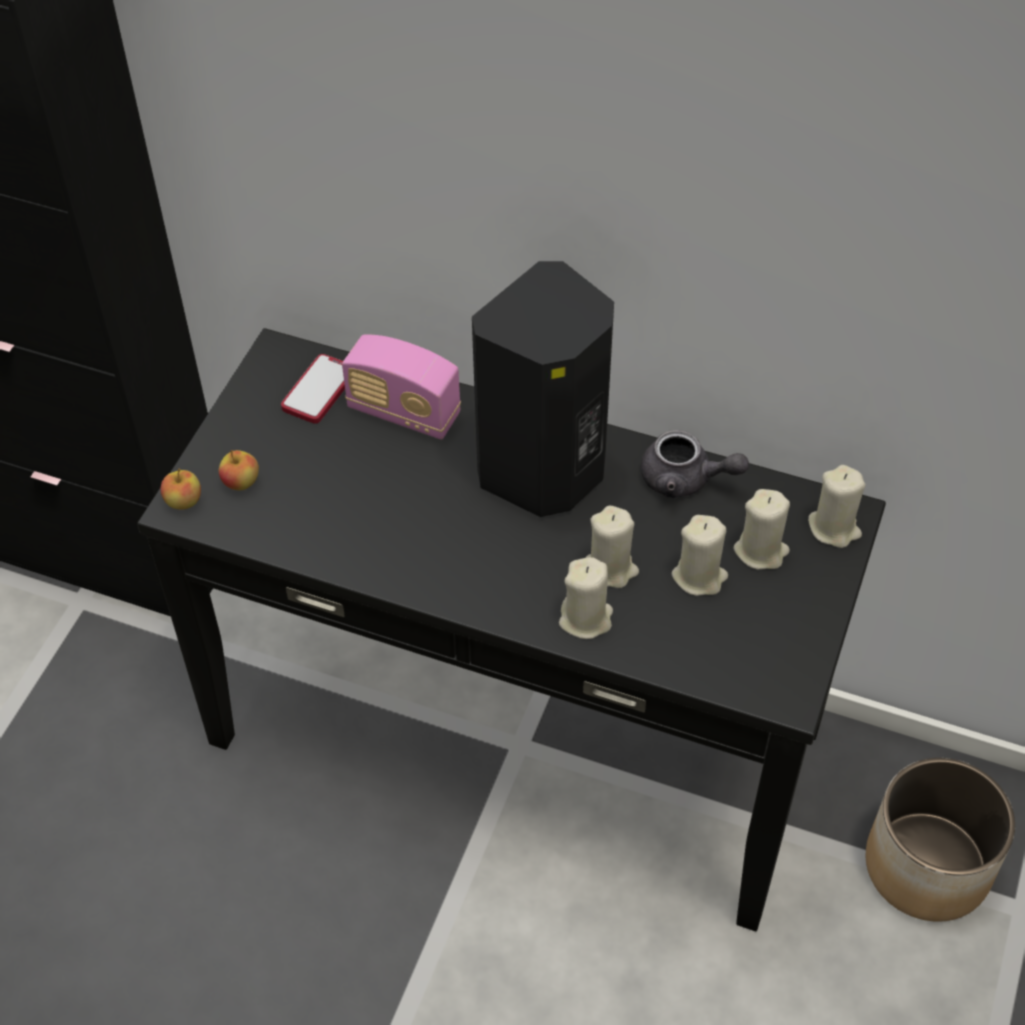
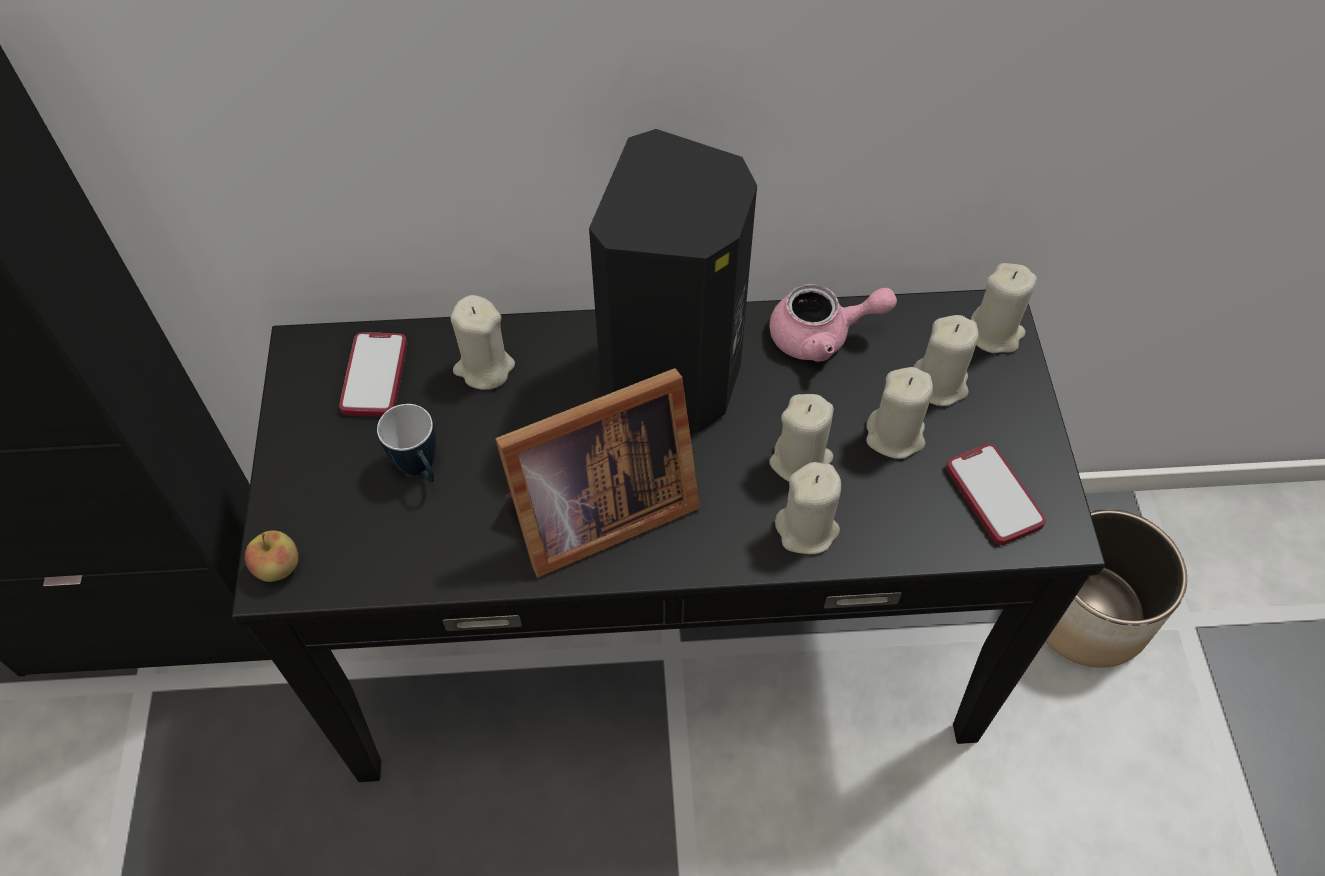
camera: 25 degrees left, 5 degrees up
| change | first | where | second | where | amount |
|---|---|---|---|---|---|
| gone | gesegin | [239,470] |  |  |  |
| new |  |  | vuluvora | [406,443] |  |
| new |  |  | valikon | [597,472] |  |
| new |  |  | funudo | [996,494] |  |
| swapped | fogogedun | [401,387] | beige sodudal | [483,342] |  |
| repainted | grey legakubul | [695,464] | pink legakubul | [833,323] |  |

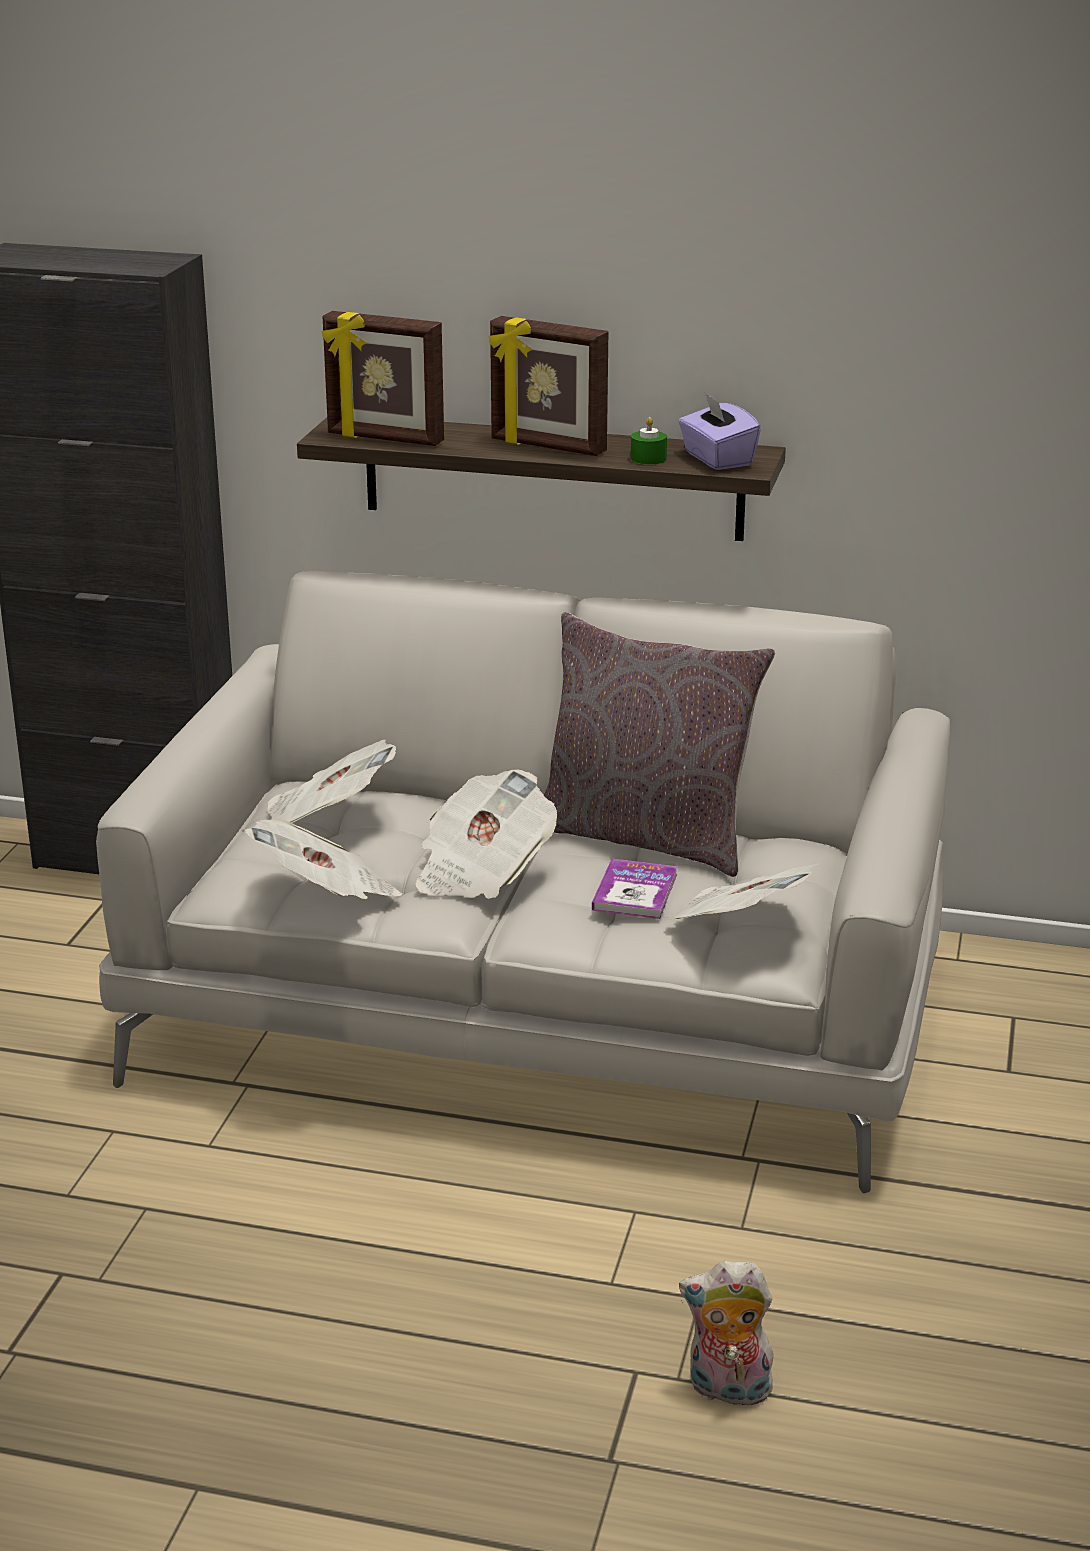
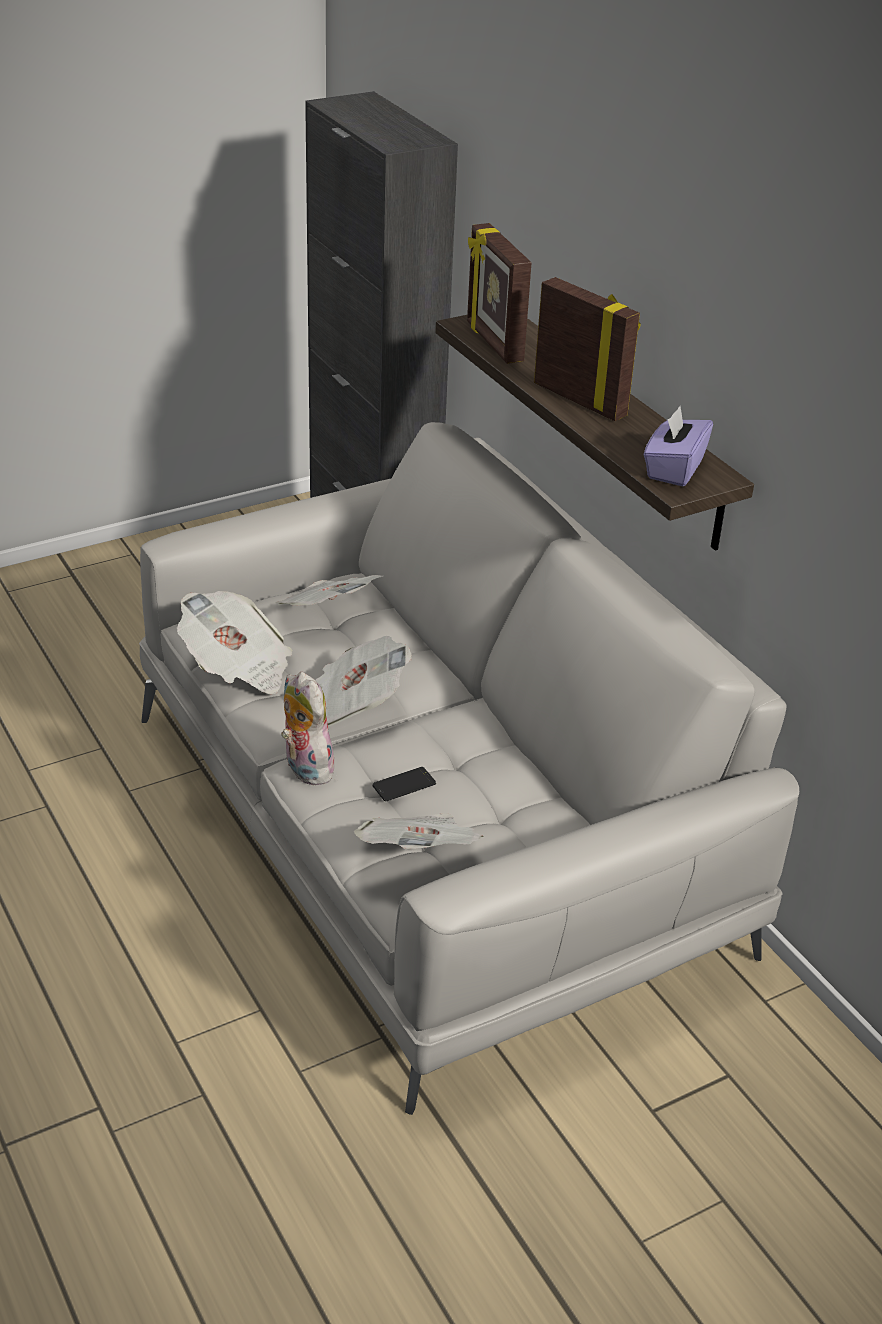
camera: 45 degrees right, 10 degrees up
| change | first | where | second | where | amount |
|---|---|---|---|---|---|
| gone | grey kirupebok | [659,744] |  |  |  |
| gone | green sodudal | [649,441] |  |  |  |
| shifted | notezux | [727,1336] |  | [307,728] |  |
| swapped | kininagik | [635,889] | funudo | [404,784] |  |
| rotated | valikon | [548,386] |  | [587,349] | 150 degrees clockwise |

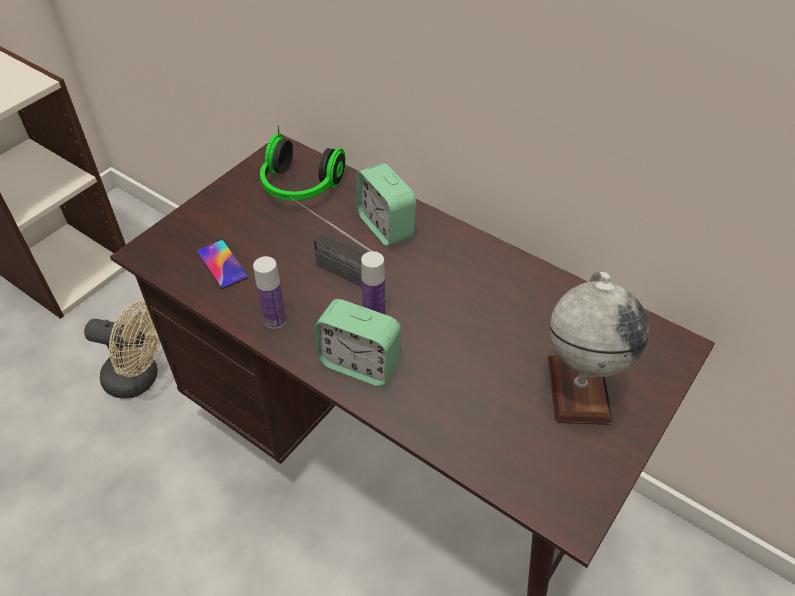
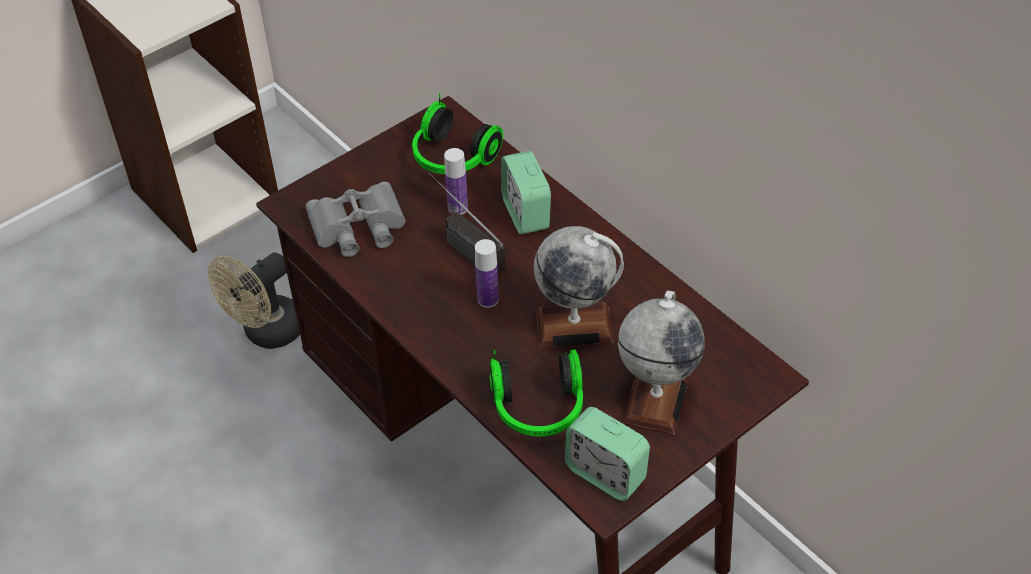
camera: 15 degrees right, 0 degrees up
| change | first | where | second | where | amount |
|---|---|---|---|---|---|
| new |  |  | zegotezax | [536,392] |  |
| new |  |  | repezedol | [579,287] |  |
| shifted | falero | [269,292] |  | [456,181] |  |
| shifted | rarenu | [358,343] |  | [607,454] |  |
| swapped | funudo | [222,264] | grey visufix | [356,219] |  |
| rotated | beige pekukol | [122,350] |  | [254,300] | 105 degrees clockwise |

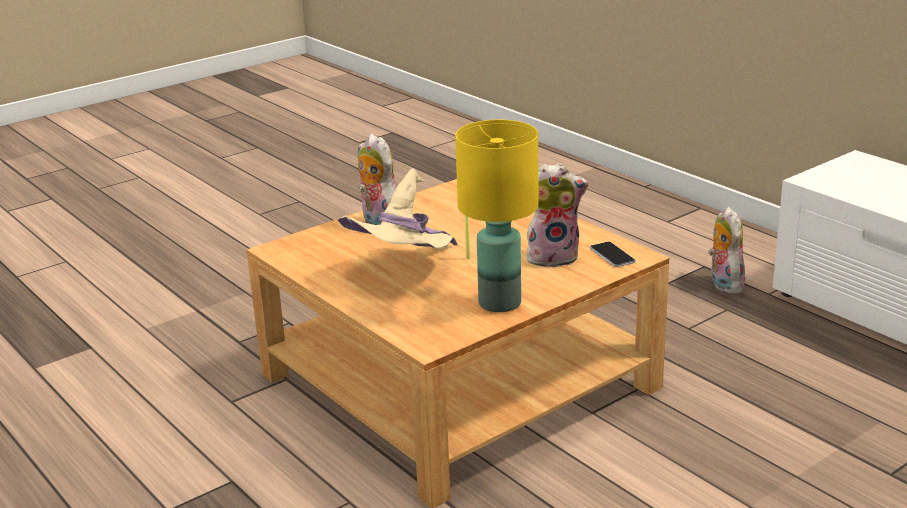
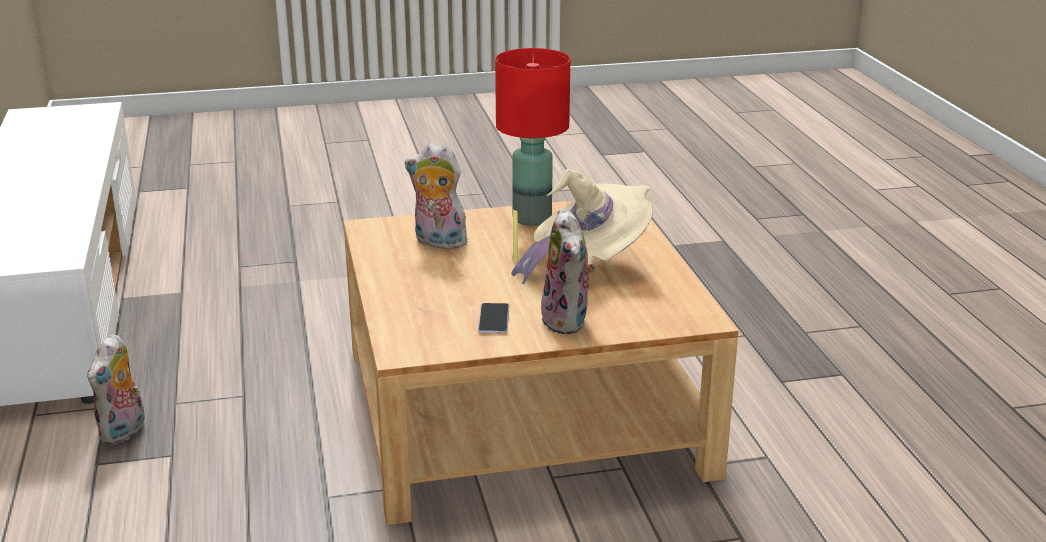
camera: 155 degrees left, 0 degrees up
| change | first | where | second | where | amount |
|---|---|---|---|---|---|
| shifted | funudo | [613,254] |  | [493,318] |  |
| repainted | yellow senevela | [496,216] | red senevela | [532,137] |  |

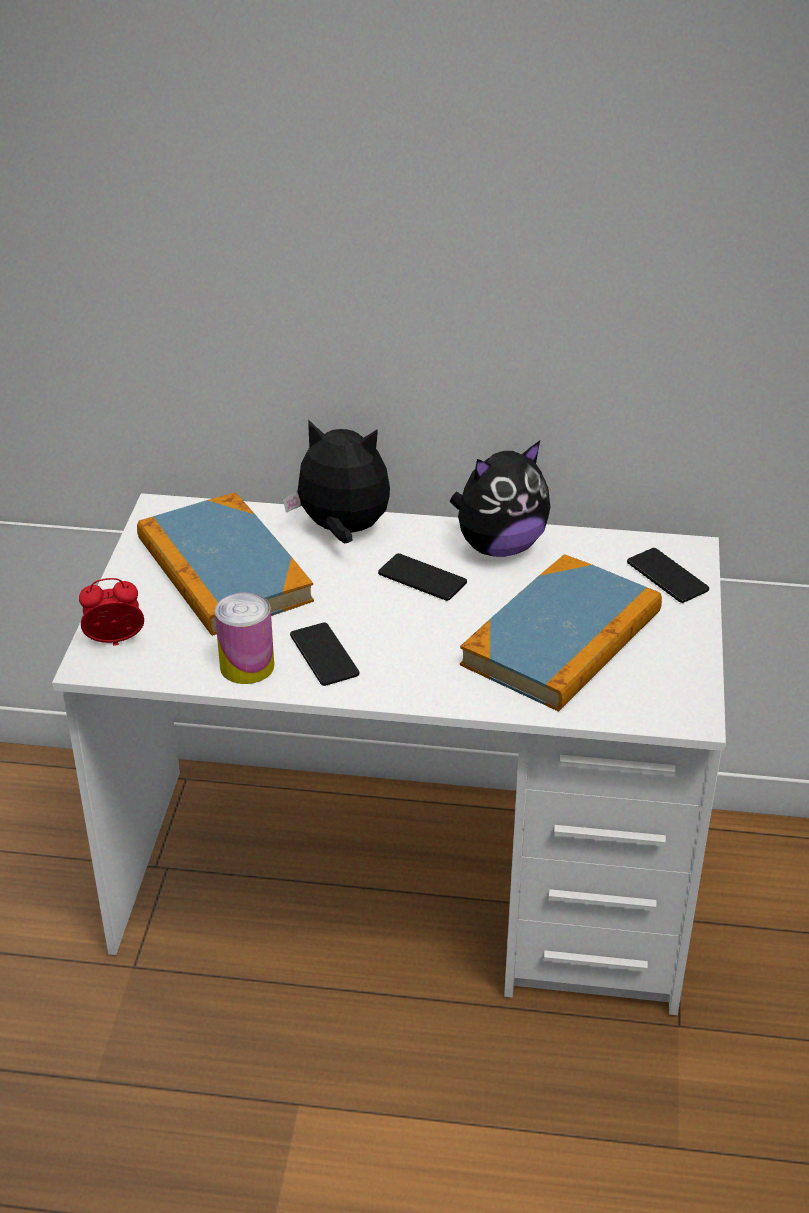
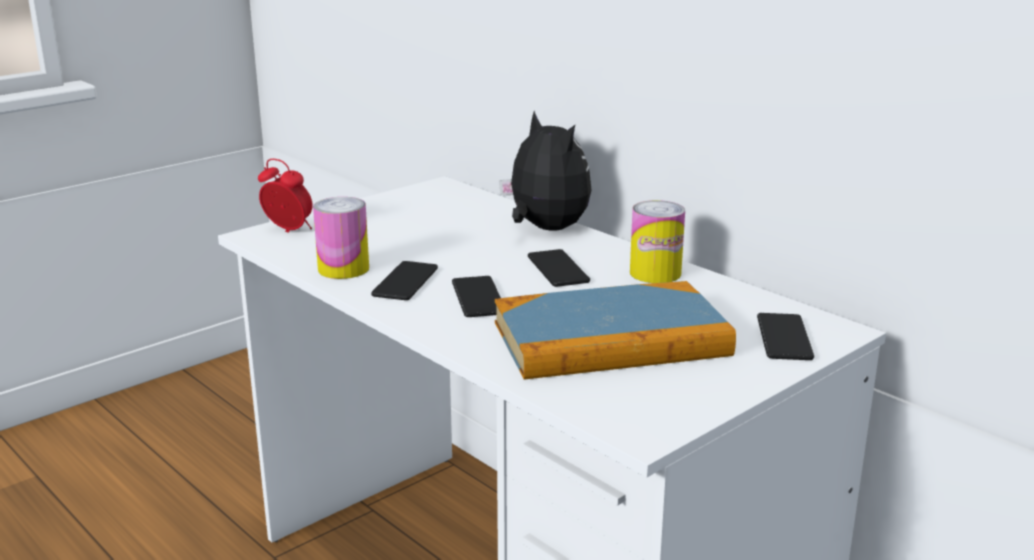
camera: 40 degrees right, 15 degrees down
| change | first | where | second | where | amount |
|---|---|---|---|---|---|
| gone | kininagik | [225,564] |  |  |  |
| new |  |  | funudo | [476,296] |  |
| swapped | notezux | [500,499] | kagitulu | [657,241] |  |

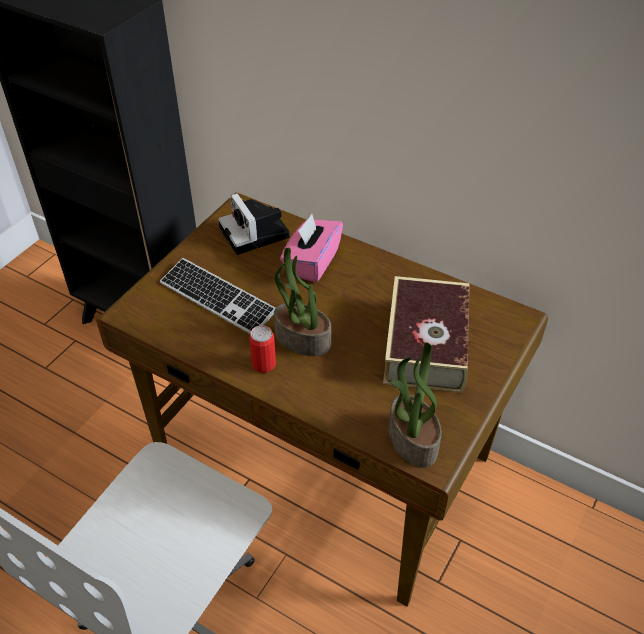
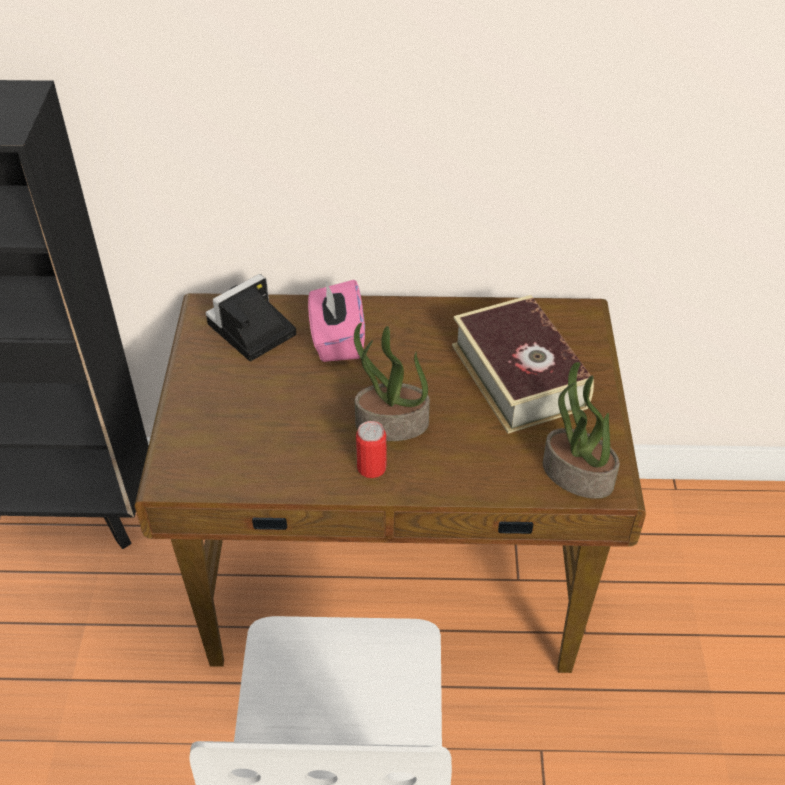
camera: 30 degrees left, 0 degrees up
| change | first | where | second | where | amount |
|---|---|---|---|---|---|
| gone | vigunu | [217,296] |  |  |  |
| rotated | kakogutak | [254,224] |  | [251,317] | 105 degrees clockwise |

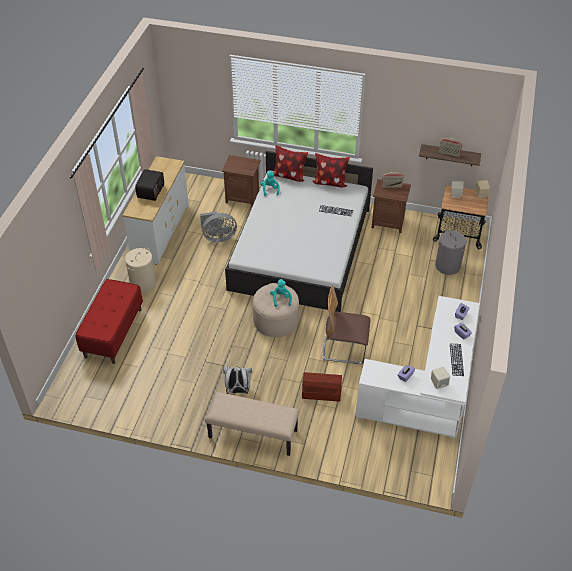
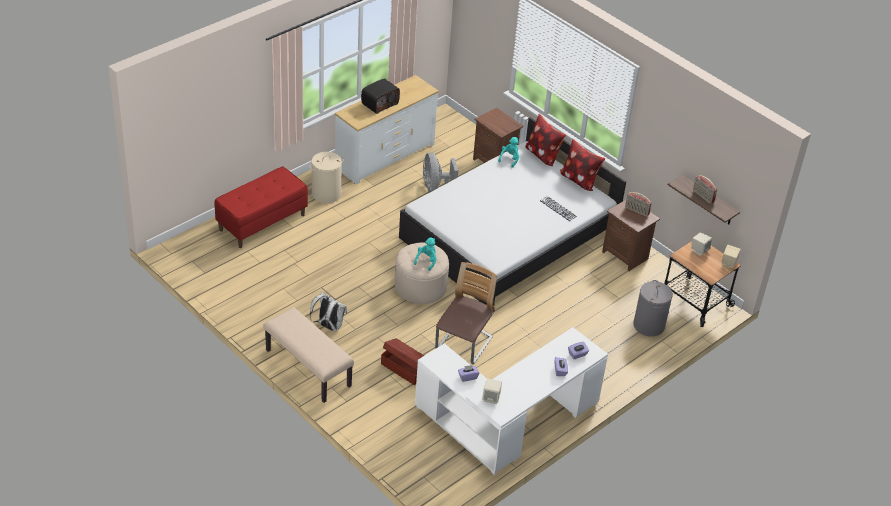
camera: 30 degrees right, 5 degrees down
| change | first | where | second | where | amount |
|---|---|---|---|---|---|
| gone | vigunu | [457,360] |  |  |  |
| rotated | grey pekukol | [218,226] |  | [440,172] | 60 degrees clockwise |
| rotated | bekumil | [346,324] |  | [466,313] | 75 degrees clockwise |

